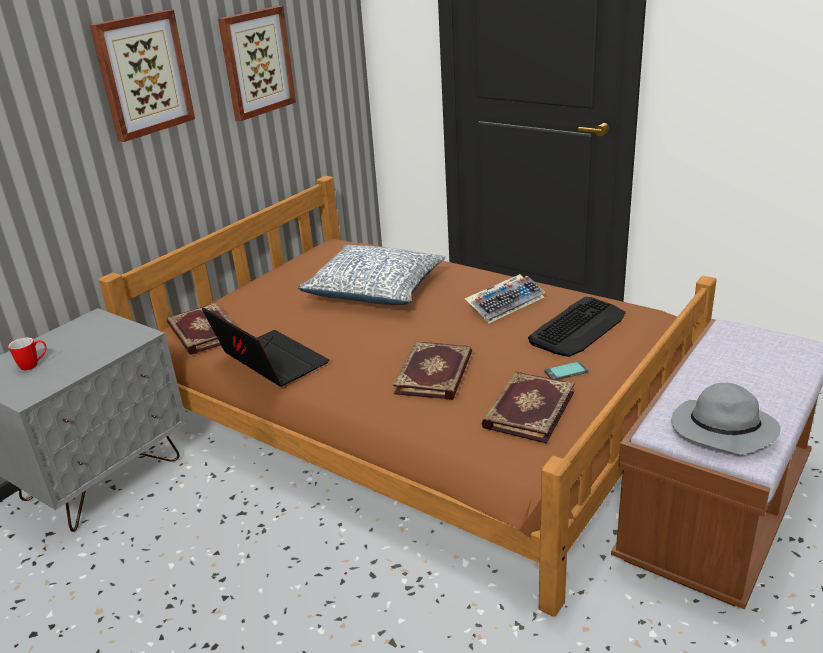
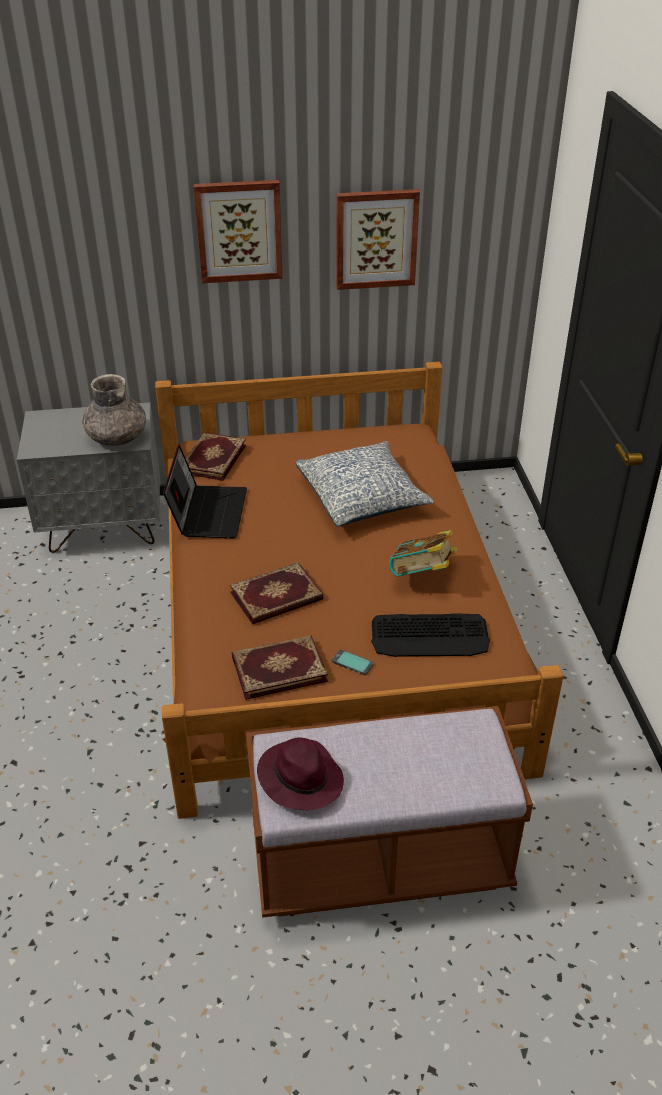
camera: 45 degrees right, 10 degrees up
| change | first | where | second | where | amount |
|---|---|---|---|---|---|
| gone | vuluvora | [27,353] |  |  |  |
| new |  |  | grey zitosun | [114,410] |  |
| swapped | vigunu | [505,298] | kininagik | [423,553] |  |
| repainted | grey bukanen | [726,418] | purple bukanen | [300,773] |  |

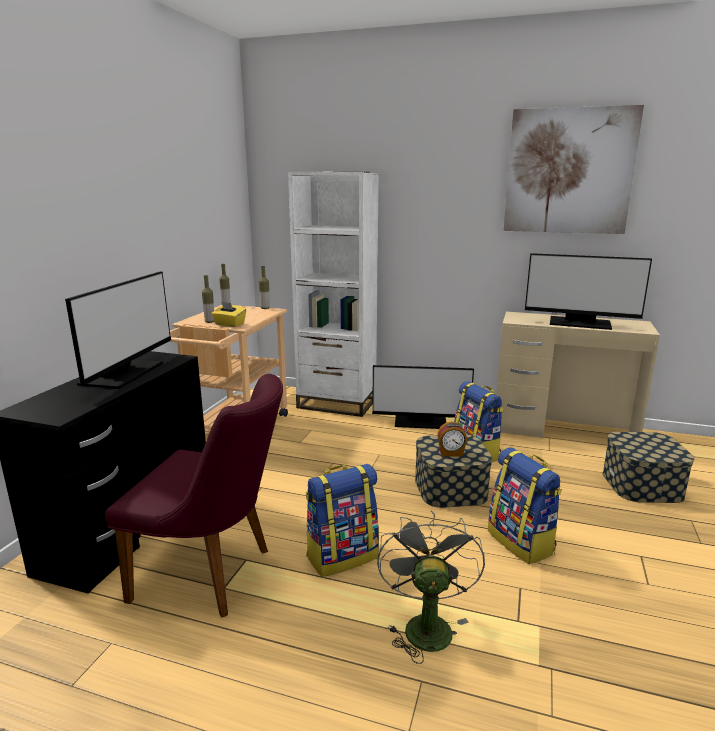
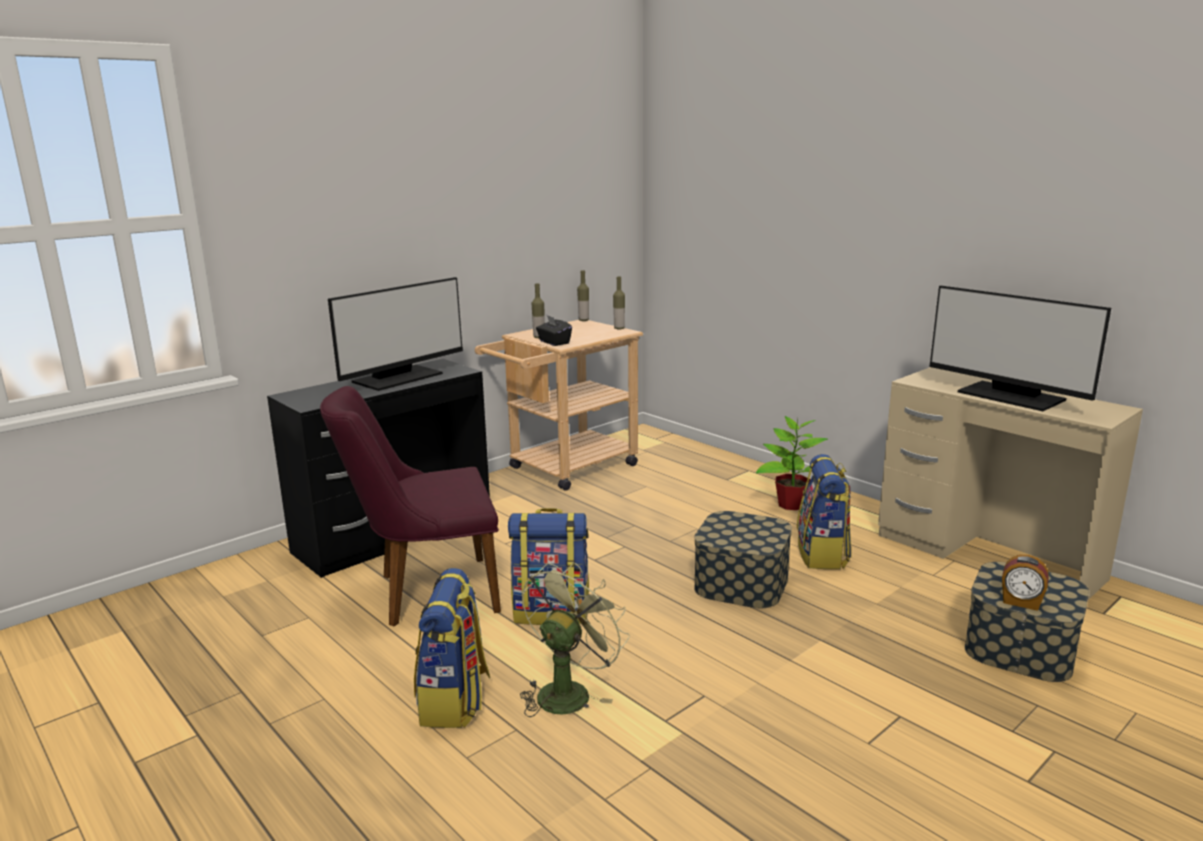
camera: 30 degrees right, 0 degrees up
| change | first | where | second | where | amount |
|---|---|---|---|---|---|
| gone | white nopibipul | [333,294] |  |  |  |
| gone | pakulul | [574,169] |  |  |  |
| shifted | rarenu | [452,439] |  | [1025,583] |  |
| shifted | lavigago | [525,506] |  | [452,648] |  |
| swapped | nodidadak | [423,397] | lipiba | [792,463] |  |
| repainted | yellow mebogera | [229,314] | black mebogera | [554,330] |  |
| repainted | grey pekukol | [431,587] | green pekukol | [575,639] |  |
| rotated | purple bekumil | [194,496] |  | [410,506] | 120 degrees clockwise |

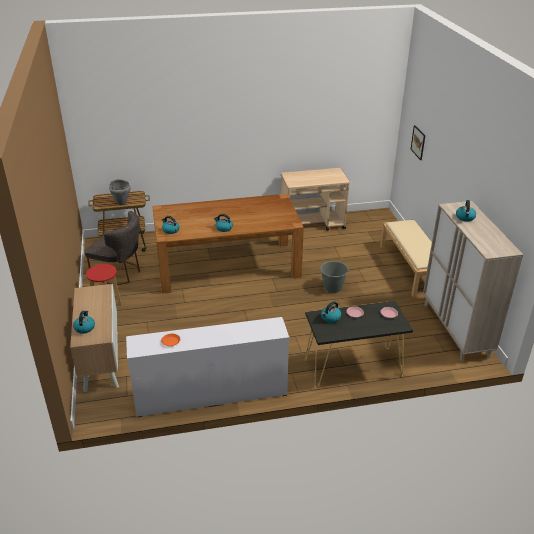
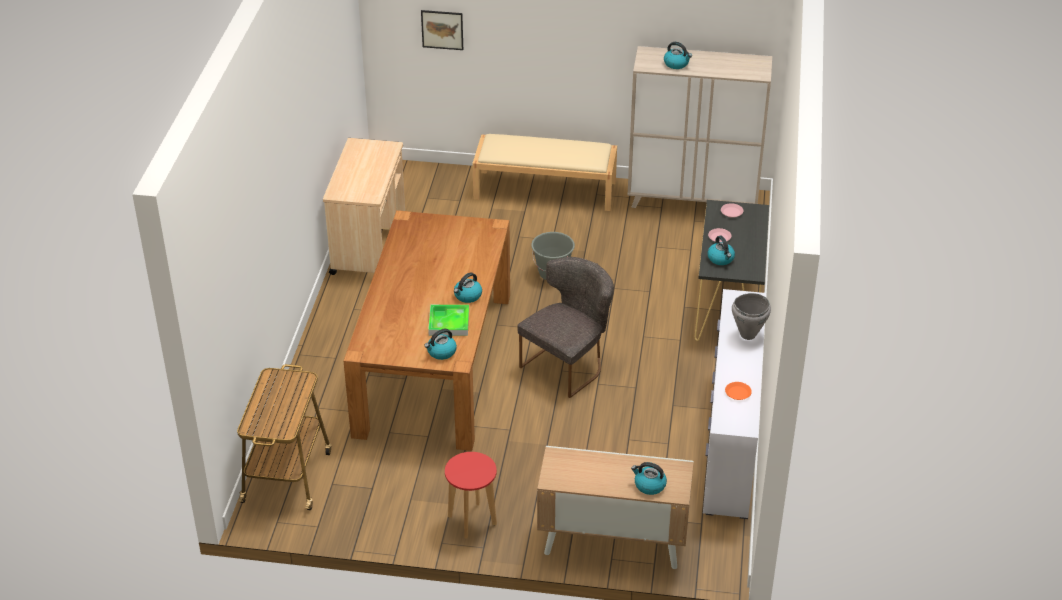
camera: 70 degrees left, 5 degrees up
| change | first | where | second | where | amount |
|---|---|---|---|---|---|
| new |  |  | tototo | [448,320] |  |
| shifted | grey bekumil | [112,248] |  | [565,327] |  |
| shifted | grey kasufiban | [119,193] |  | [751,316] |  |

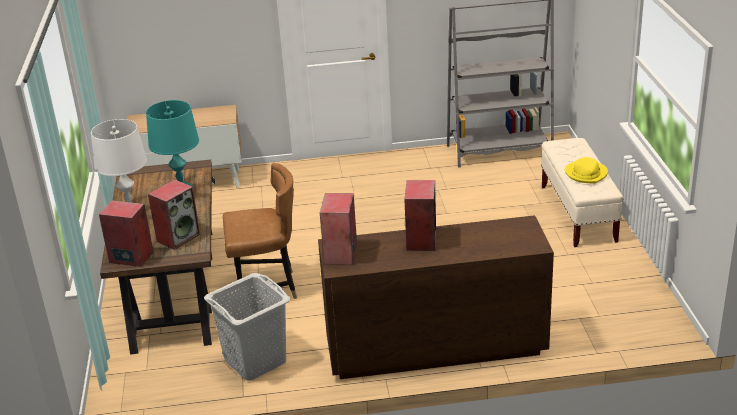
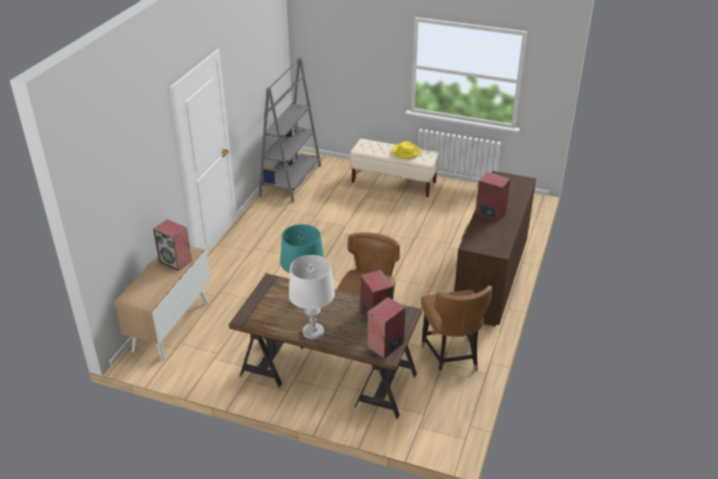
camera: 65 degrees left, 5 degrees up
| change | first | where | second | where | amount |
|---|---|---|---|---|---|
| shifted | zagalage | [338,229] |  | [172,245] |  |
| swapped | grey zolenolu | [247,327] | brown bekumil | [456,331] |  |

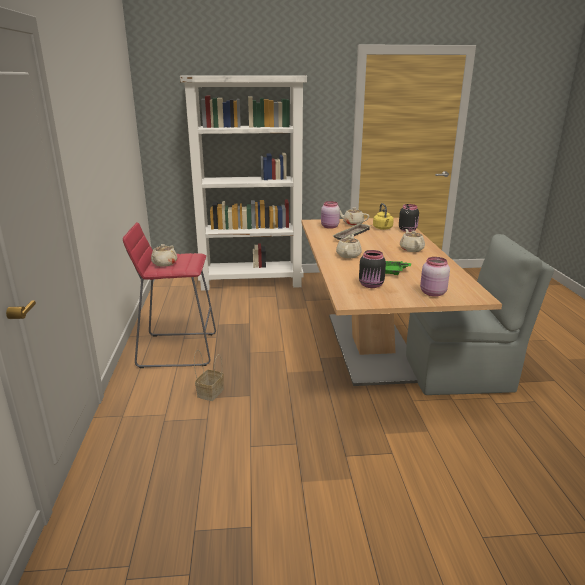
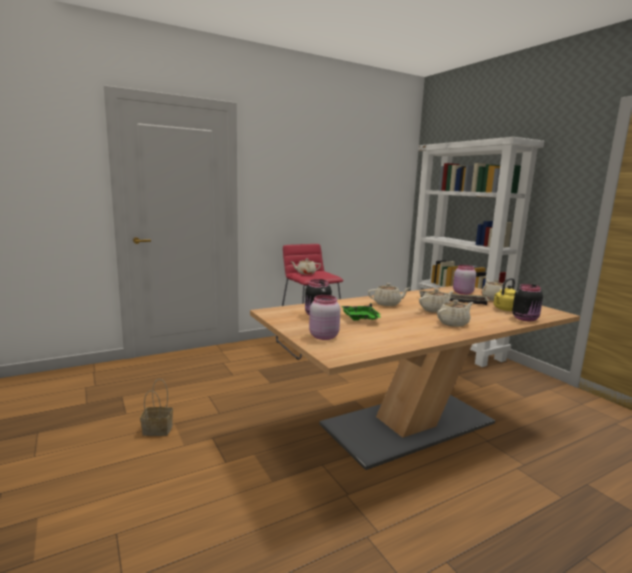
camera: 65 degrees right, 10 degrees down
| change | first | where | second | where | amount |
|---|---|---|---|---|---|
| gone | grey bekumil | [480,314] |  |  |  |
| new |  |  | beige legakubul | [436,300] |  |
| shifted | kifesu | [209,375] |  | [156,407] |  |

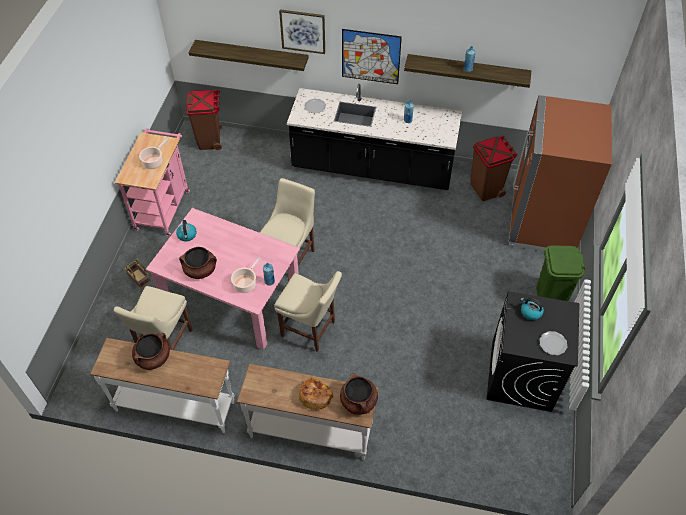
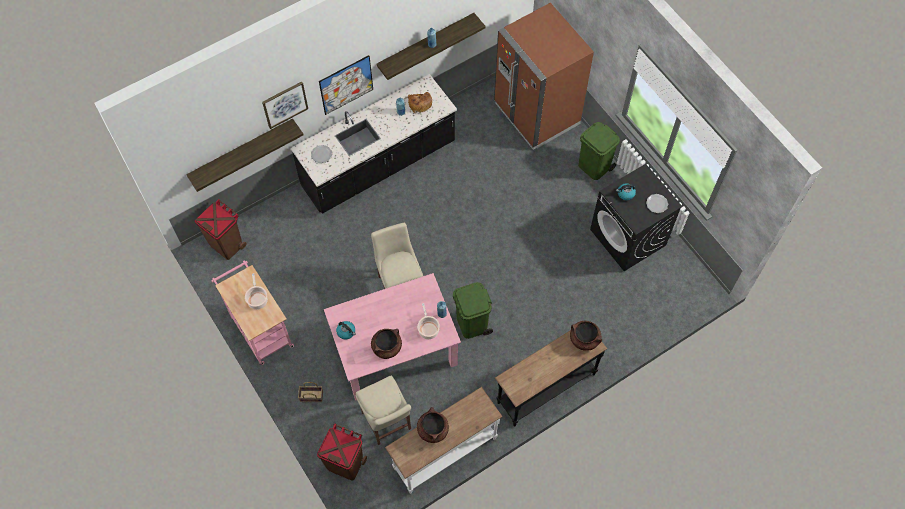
camera: 45 degrees left, 10 degrees up
| change | first | where | second | where | amount |
|---|---|---|---|---|---|
| shifted | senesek | [316,393] |  | [420,102] |  |
| shifted | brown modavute | [494,168] |  | [342,452] |  |
| swapped | beige bekumil | [308,311] | green modavute | [473,310] |  |
| repainted | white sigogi | [308,412] | black sigogi | [551,378] |  |

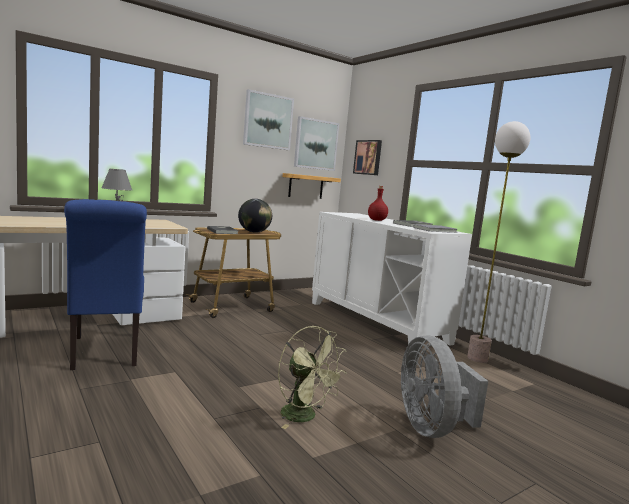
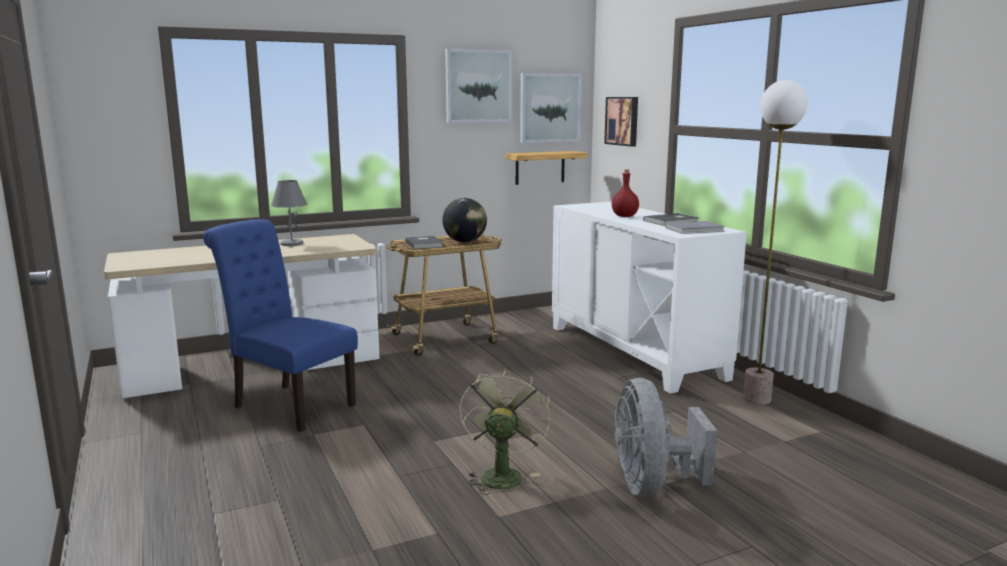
camera: 10 degrees right, 5 degrees up
| change | first | where | second | where | amount |
|---|---|---|---|---|---|
| rotated | blue bekumil | [105,284] |  | [280,325] | 135 degrees clockwise |
| rotated | green pekukol | [312,377] |  | [505,431] | 135 degrees counterclockwise |

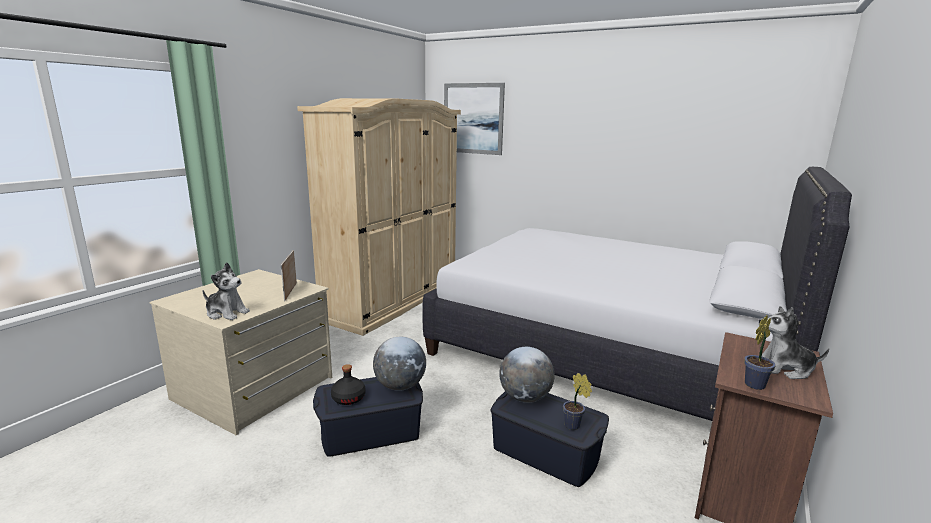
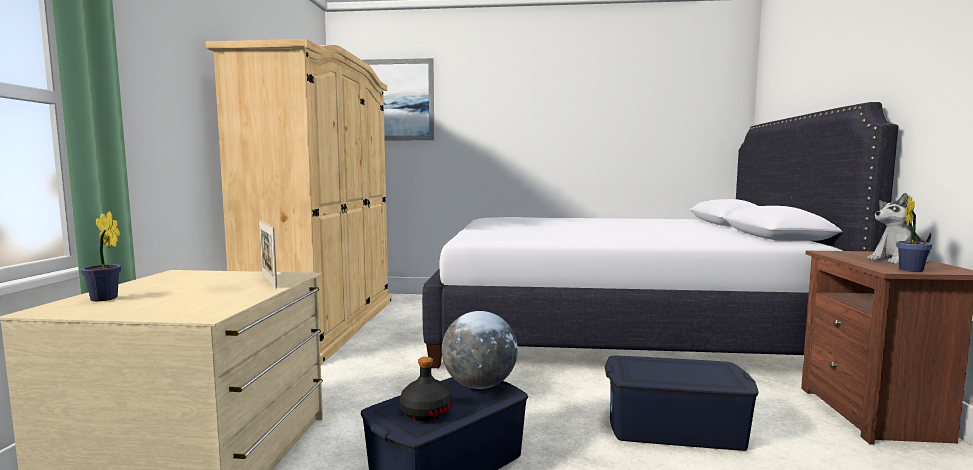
camera: 25 degrees left, 10 degrees down
| change | first | where | second | where | amount |
|---|---|---|---|---|---|
| gone | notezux | [226,291] |  |  |  |
| gone | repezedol | [527,375] |  |  |  |
| shifted | lipiba | [577,401] |  | [101,256] |  |

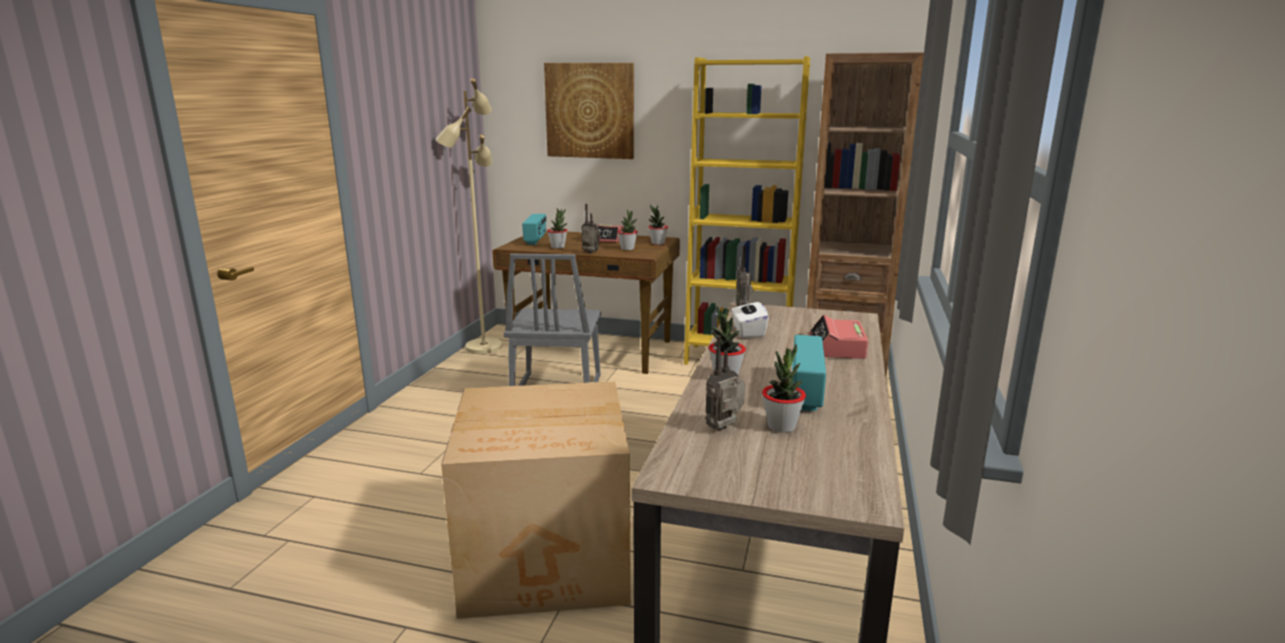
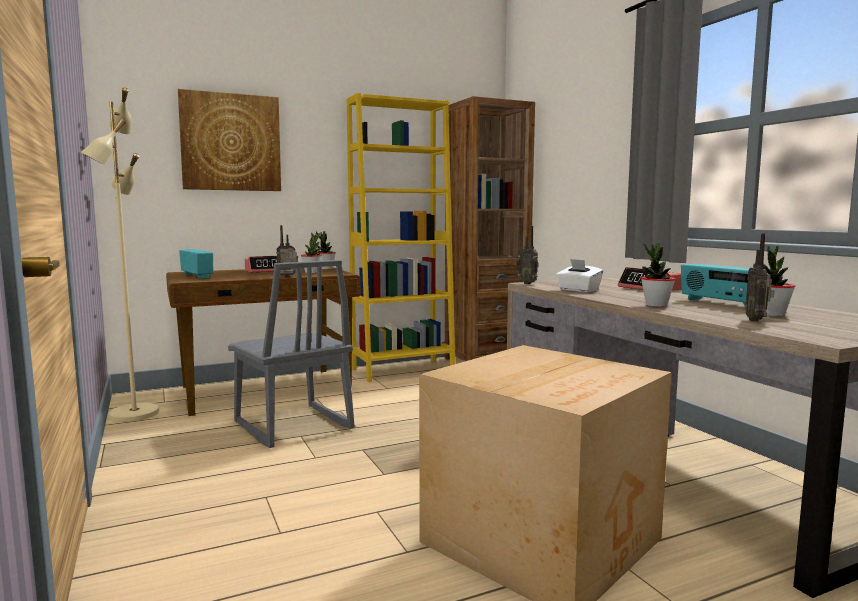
camera: 40 degrees left, 10 degrees down
| change | first | where | second | where | amount |
|---|---|---|---|---|---|
| gone | lipiba | [557,228] |  |  |  |

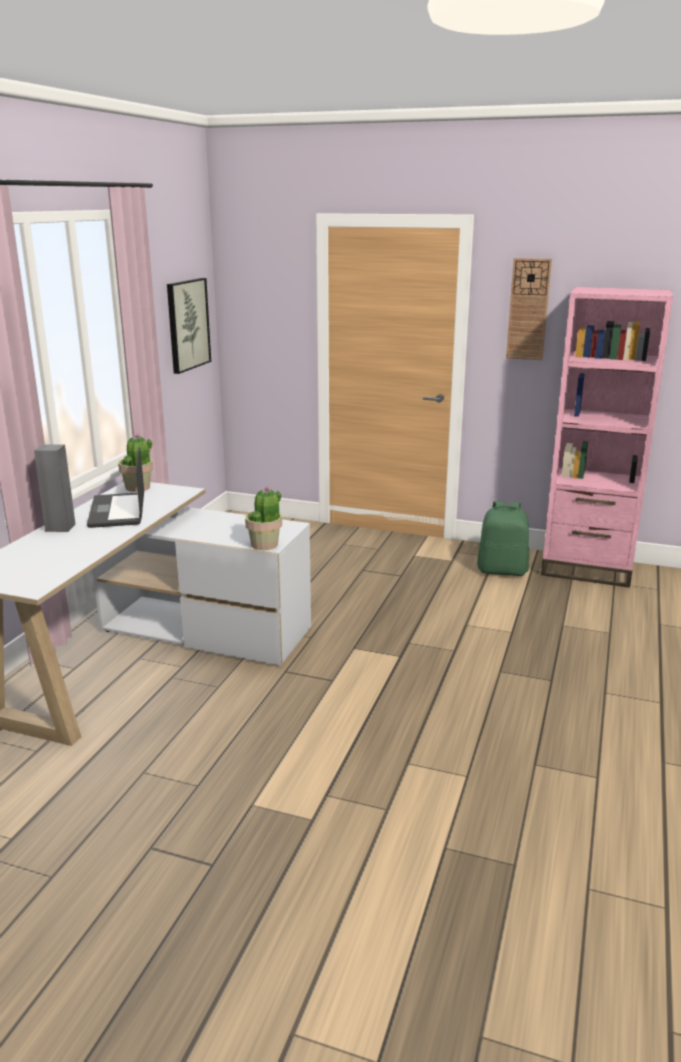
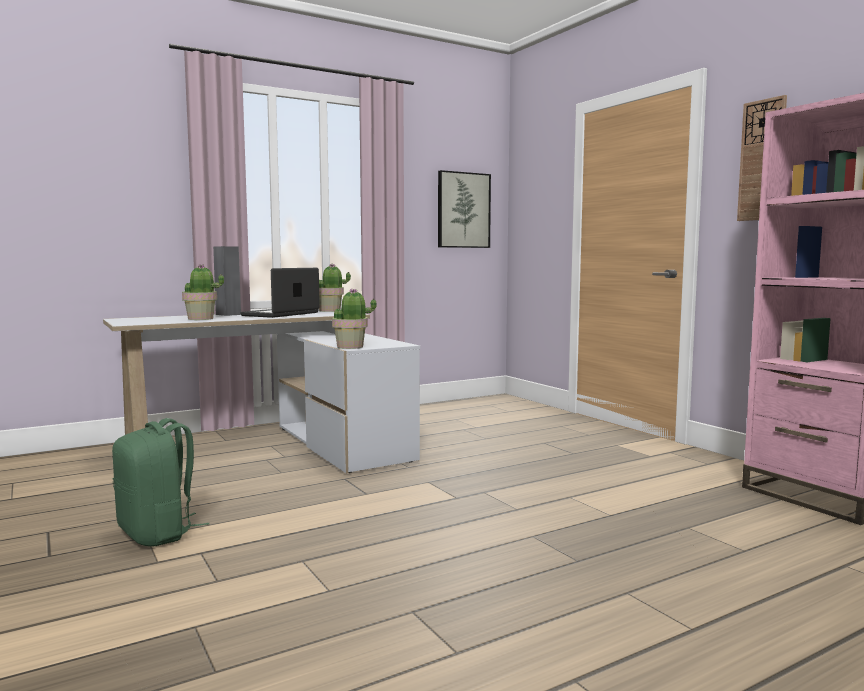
camera: 40 degrees right, 15 degrees down
| change | first | where | second | where | amount |
|---|---|---|---|---|---|
| new |  |  | lipiba | [203,292] |  |
| shifted | green lavigago | [503,538] |  | [160,482] |  |

